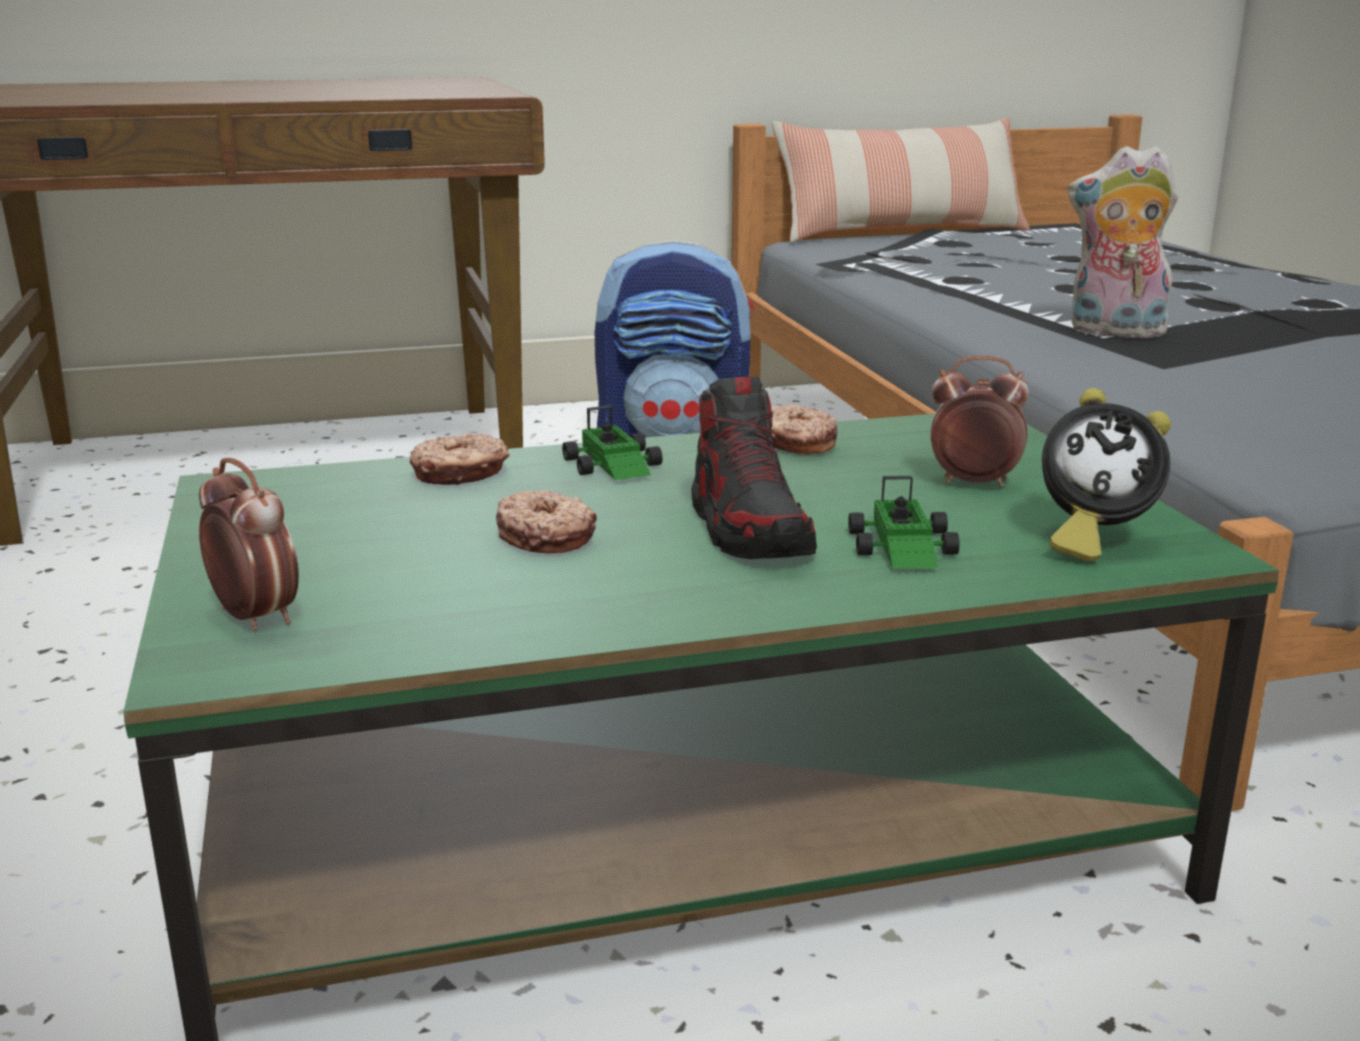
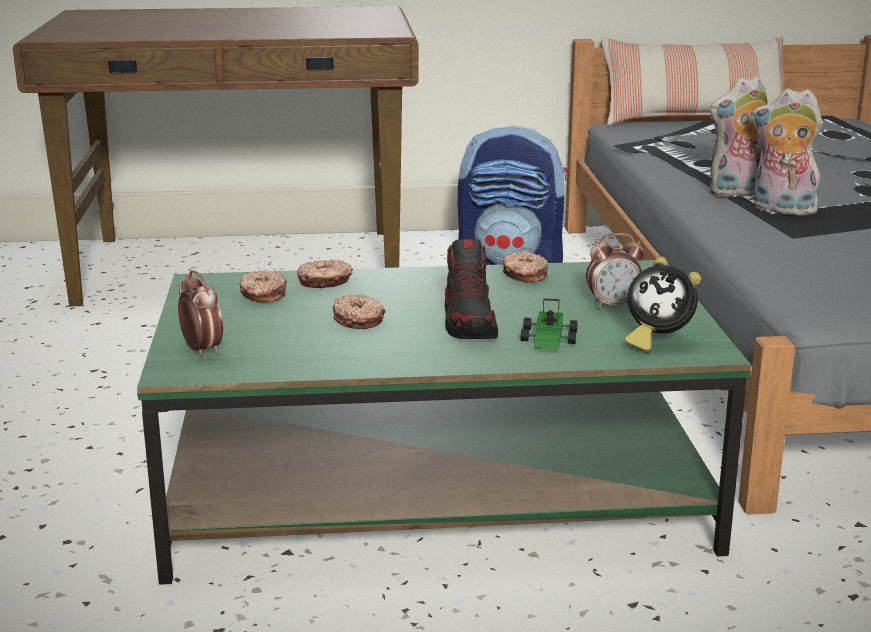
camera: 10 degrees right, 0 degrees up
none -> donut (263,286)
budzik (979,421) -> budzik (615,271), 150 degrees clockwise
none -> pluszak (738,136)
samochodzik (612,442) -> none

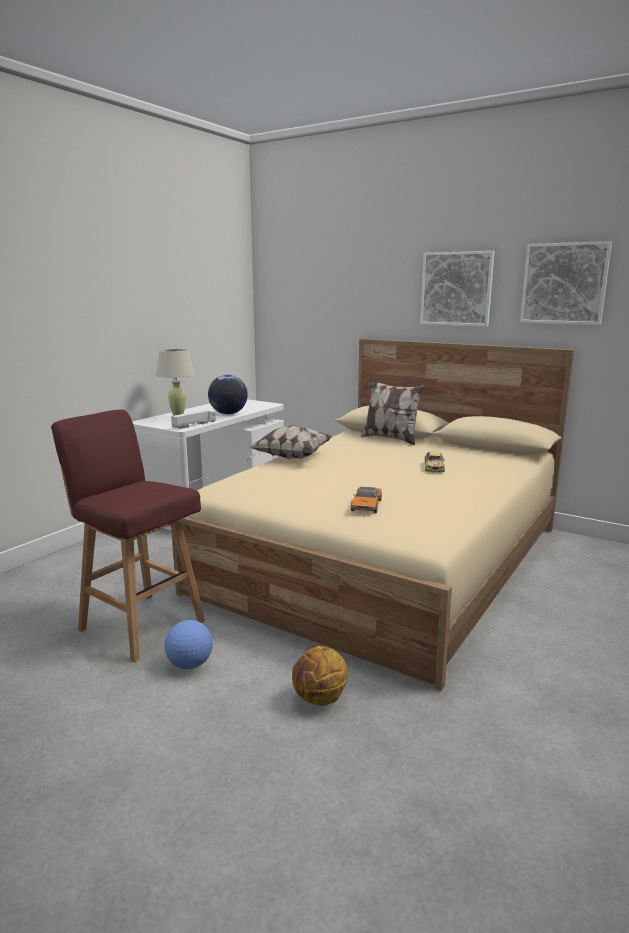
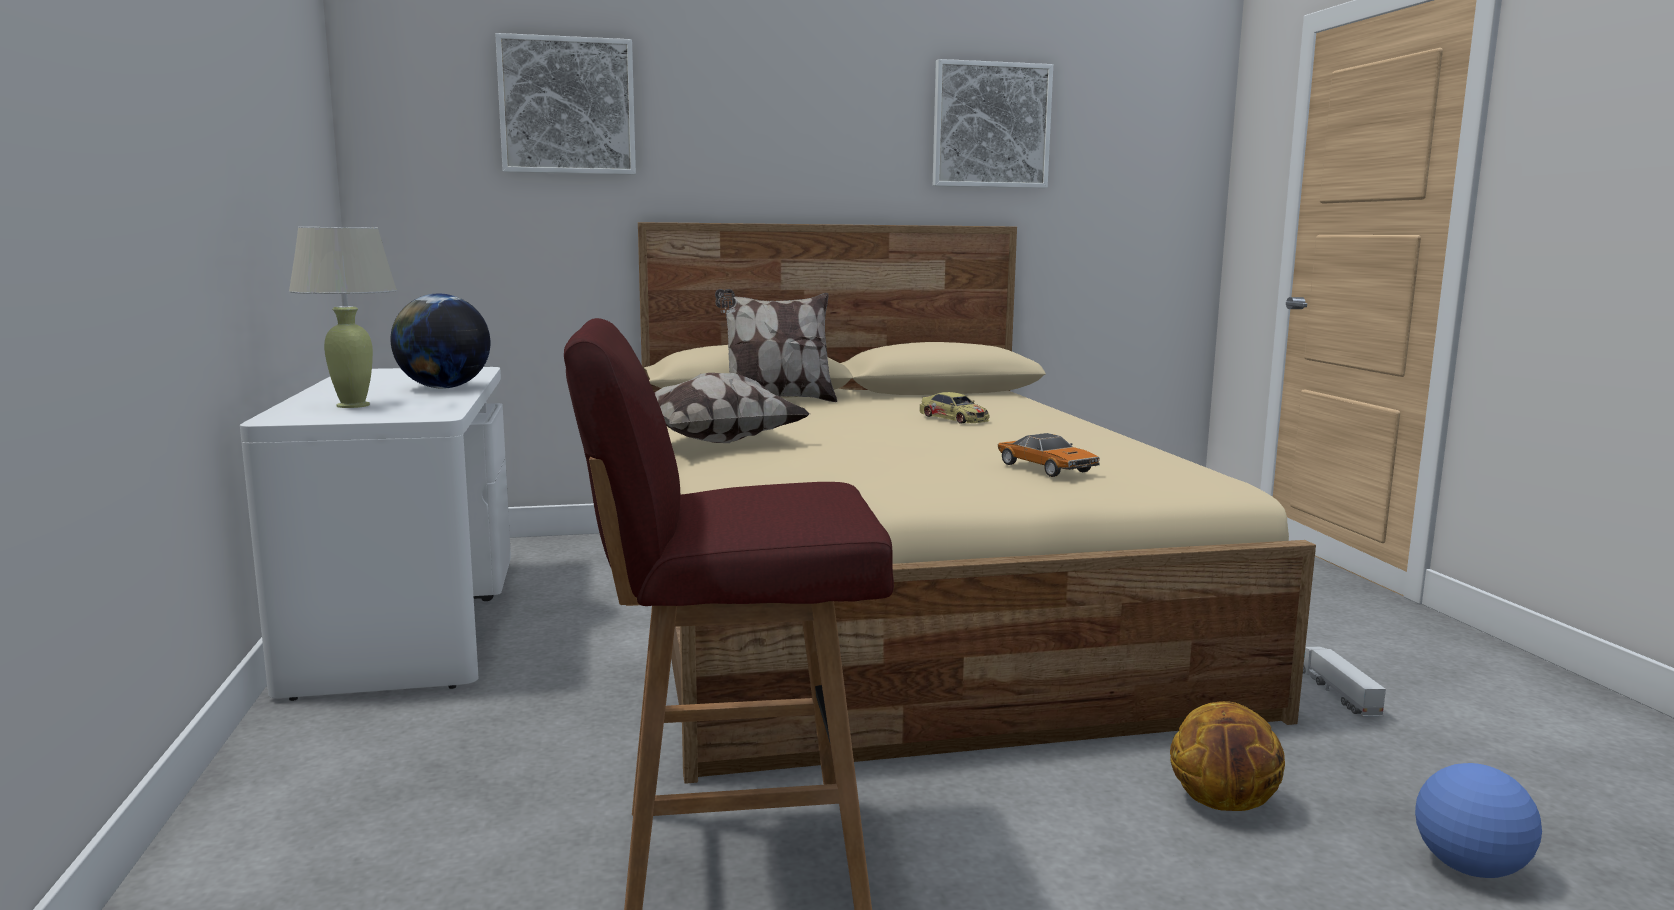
camera: 45 degrees left, 5 degrees down
obraz (457,289) -> obraz (565,104), relocated
ciężarówka zabawkowa (193,419) -> ciężarówka zabawkowa (1344,682), relocated
piłka futbolowa (189,644) -> piłka futbolowa (1478,820), relocated

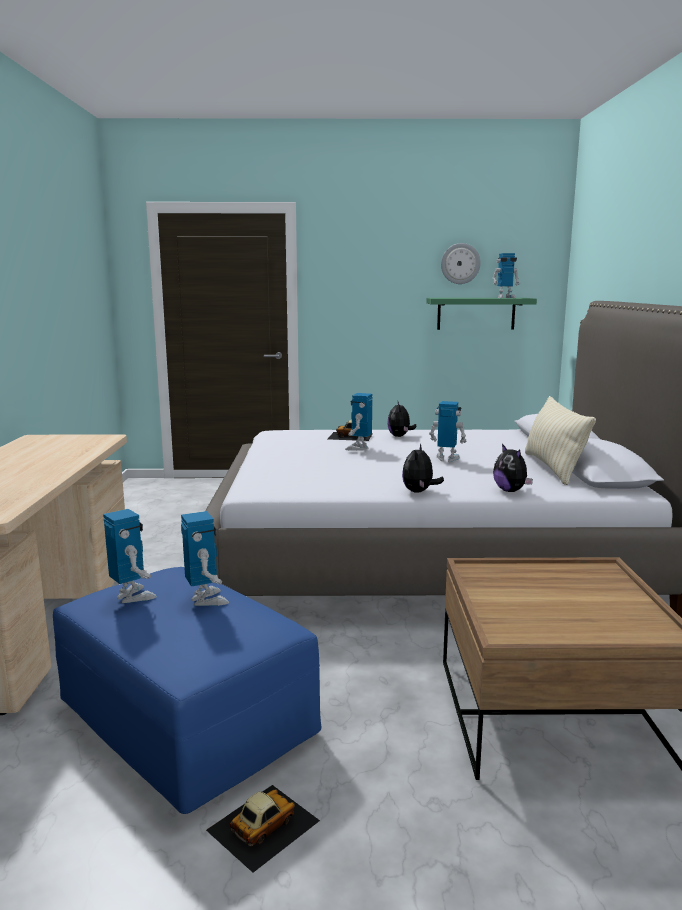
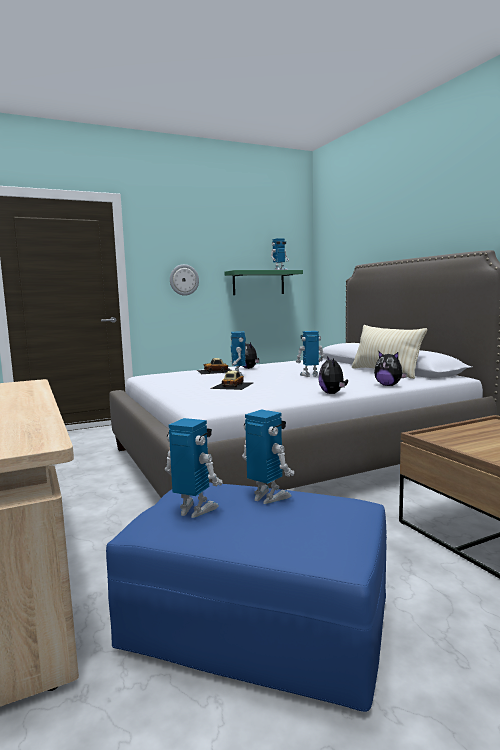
camera: 25 degrees left, 5 degrees down
zegar ścienny (461,263) -> zegar ścienny (184,280), relocated
samochodzik (263,829) -> samochodzik (231,380), relocated

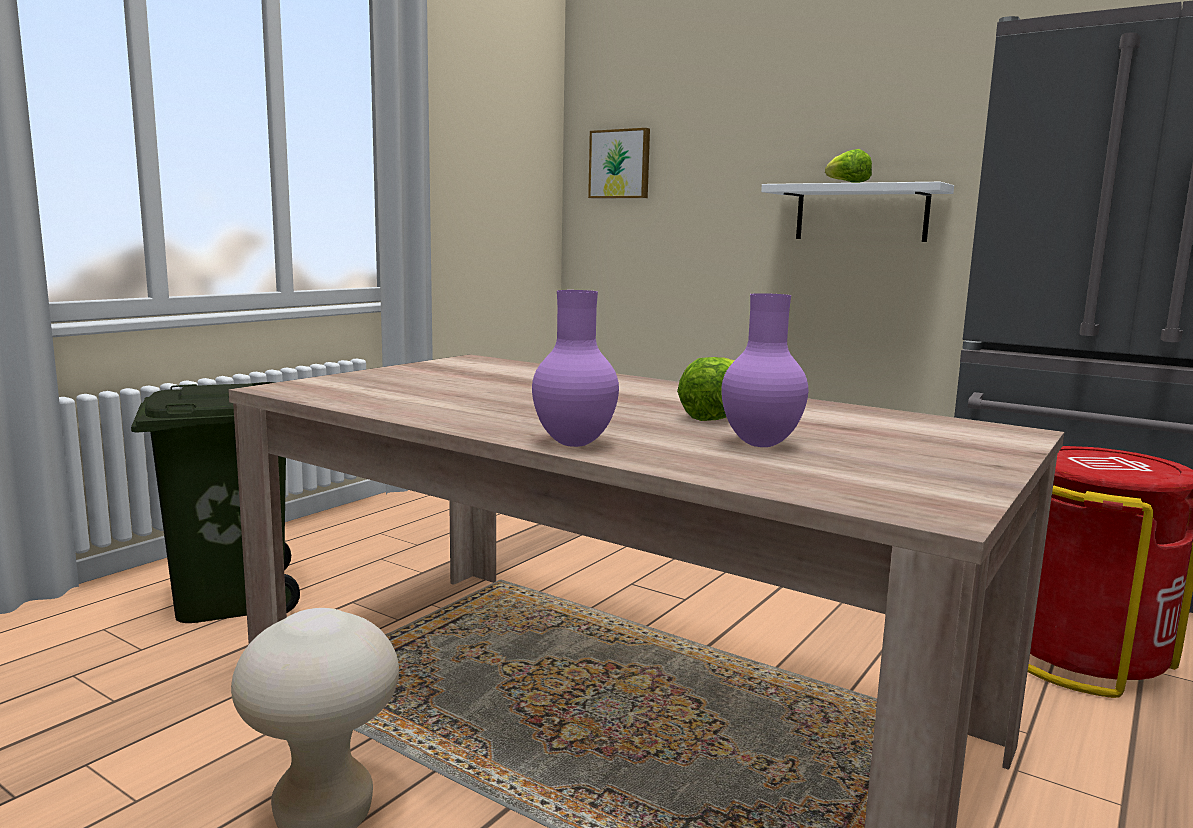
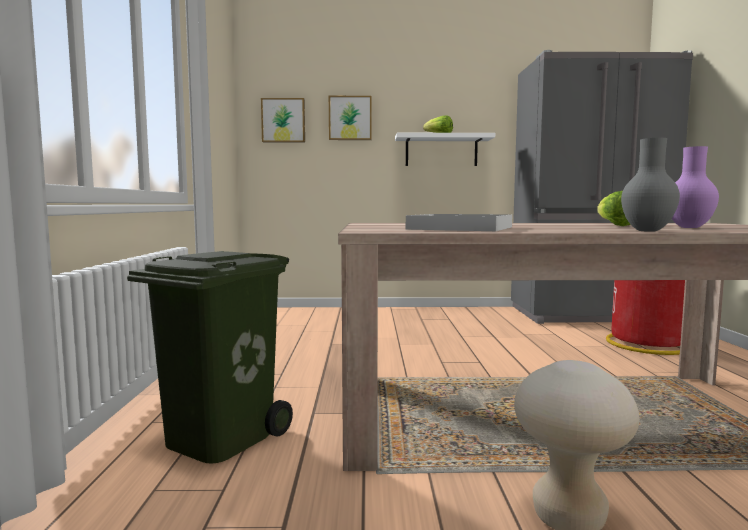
camera: 35 degrees left, 5 degrees down
none -> obraz (350,118)
none -> taca (biały) (459,222)
wazon (fioletowy) (575,368) -> wazon (szary) (650,185)

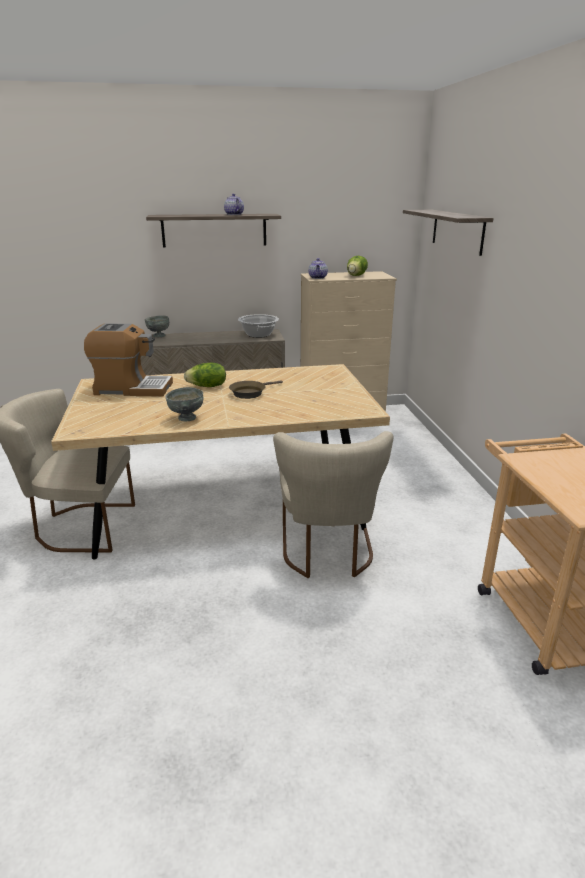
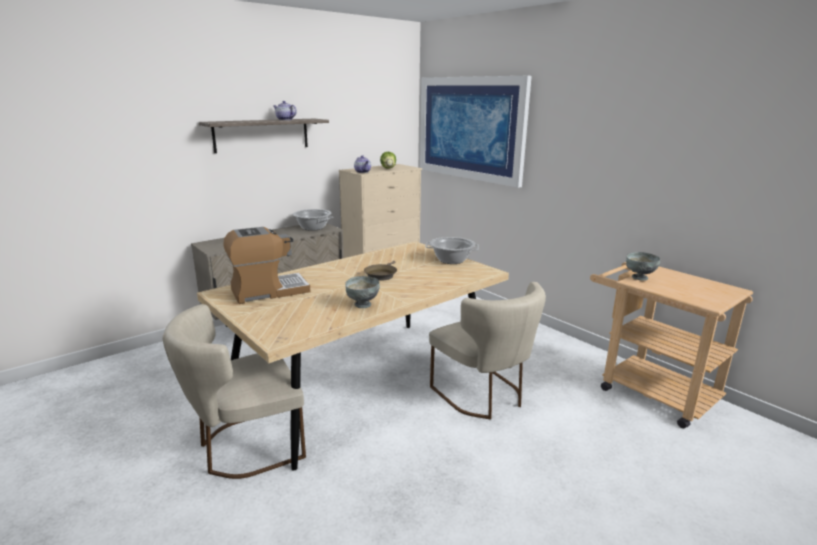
camera: 30 degrees left, 5 degrees down
półka (448,233) -> obraz (476,132)
none -> garnek (452,250)
miska (szary) (157,326) -> miska (szary) (643,266), relocated
sałata (205,375) -> none

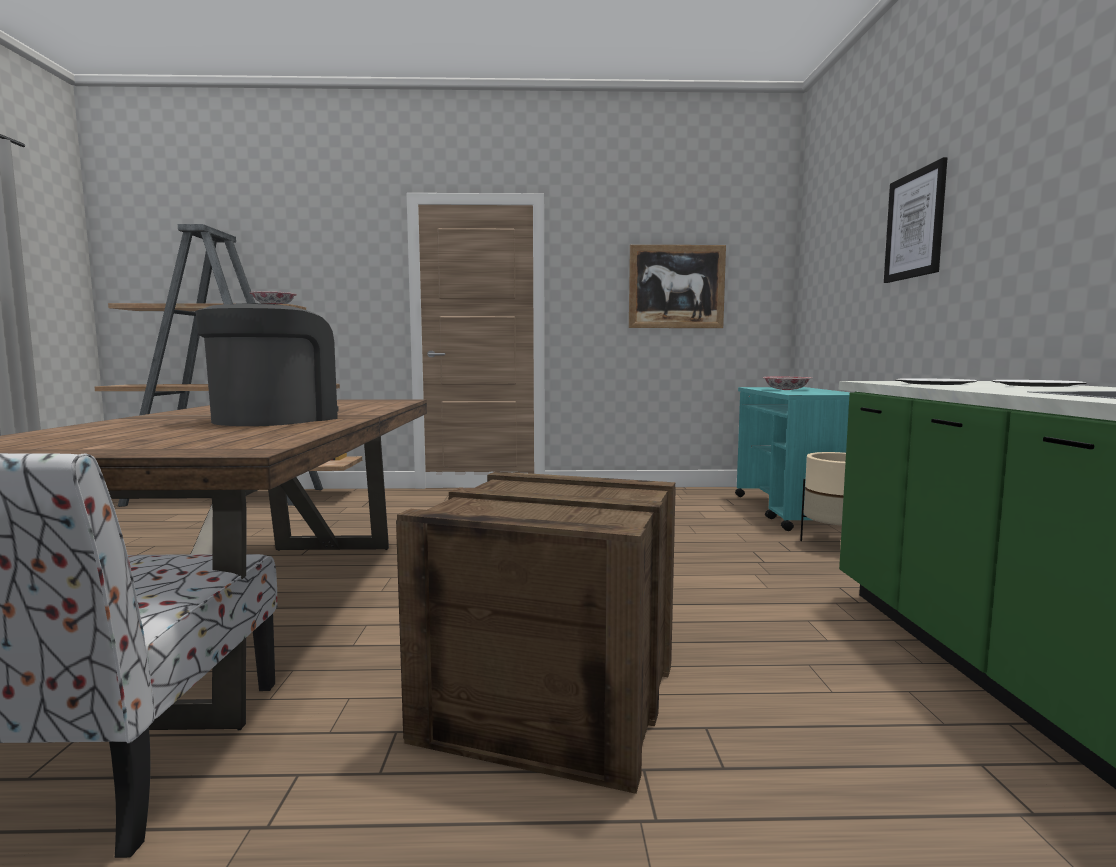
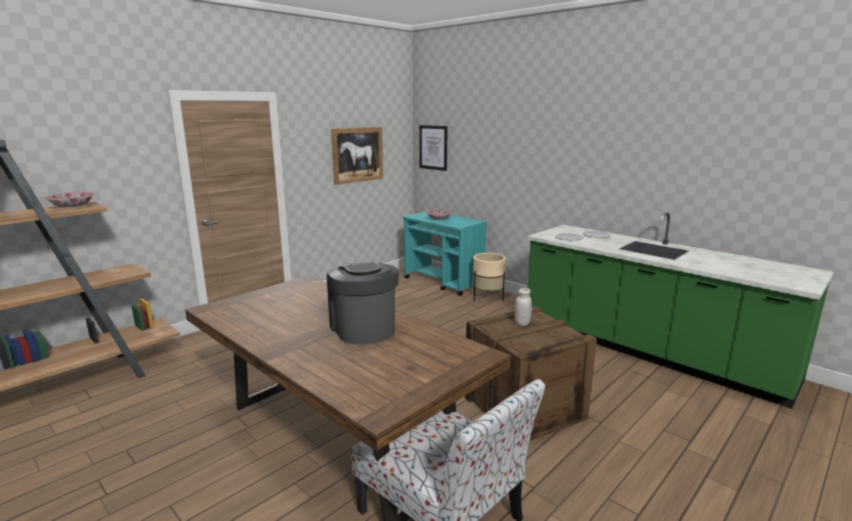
camera: 45 degrees left, 10 degrees up
obraz (915,220) -> obraz (433,148), relocated
none -> słoik (biały) (523,307)

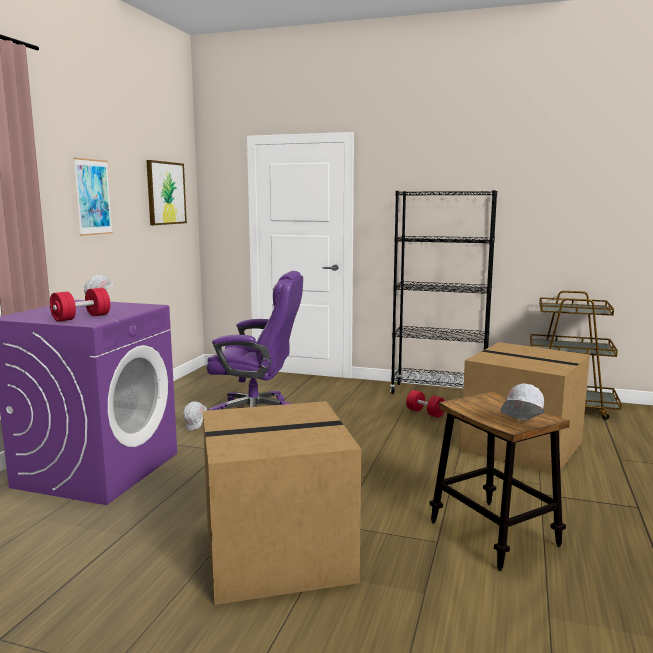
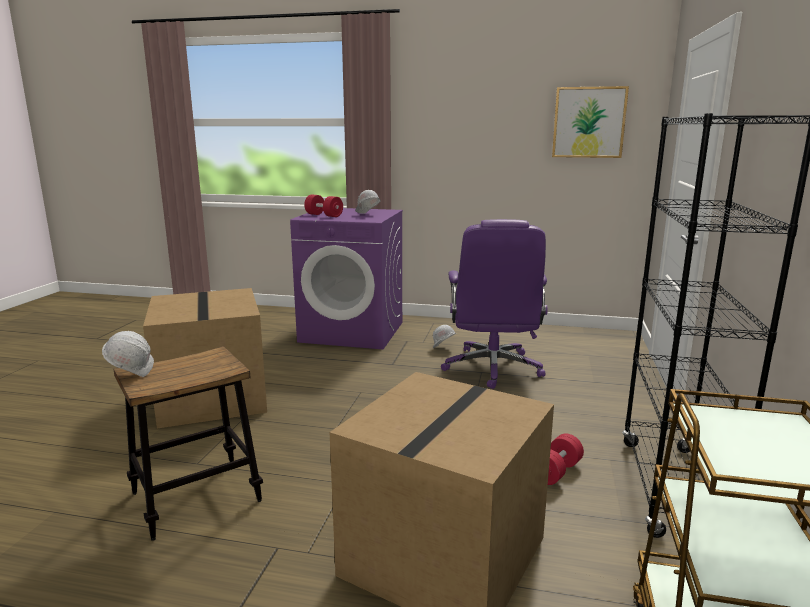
camera: 85 degrees right, 5 degrees up
obraz (93,197) -> none

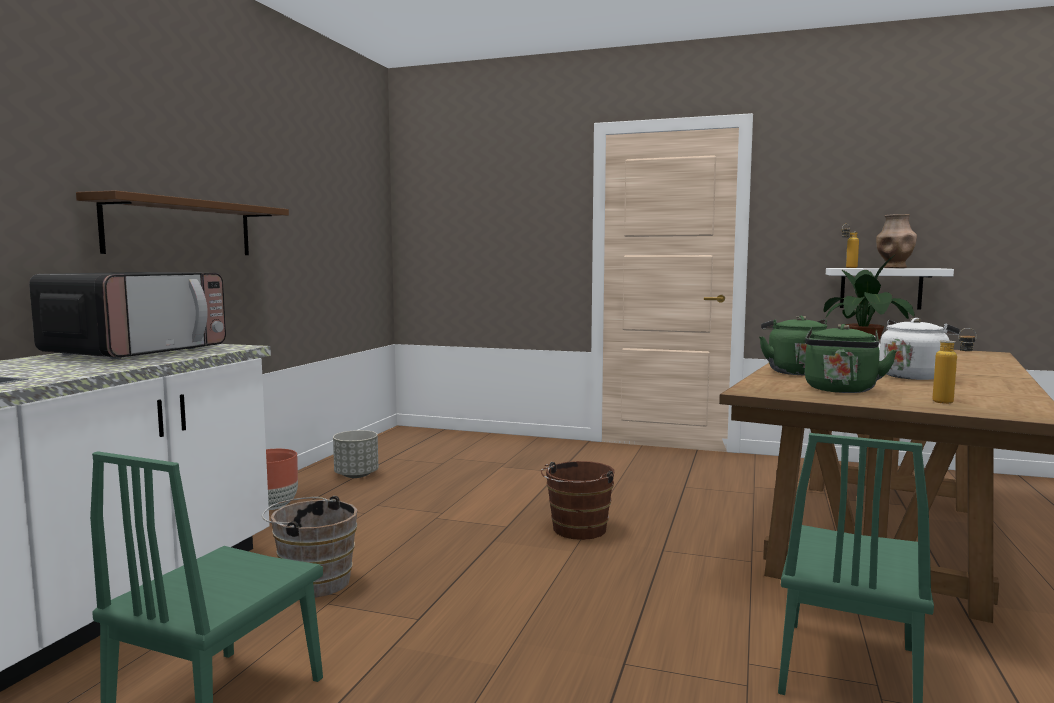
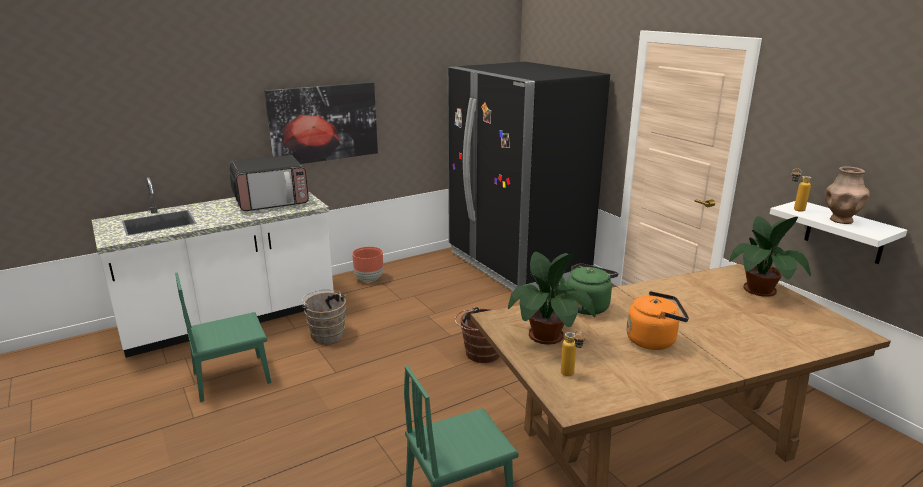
camera: 40 degrees right, 15 degrees up
półka (brązowy) (182,222) -> obraz (321,123)
none -> lodówka (czarny) (528,176)
czajnik (zielony) (851,358) -> roślina doniczkowa (552,298)
czajnik (biały) (917,349) -> czajnik (pomarańczowy) (657,320)
donica (szary) (355,454) -> none

